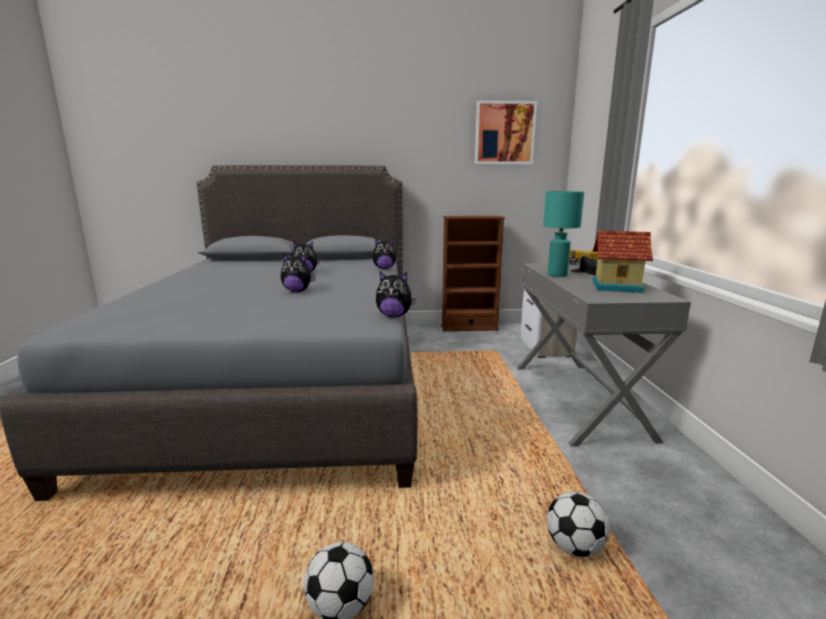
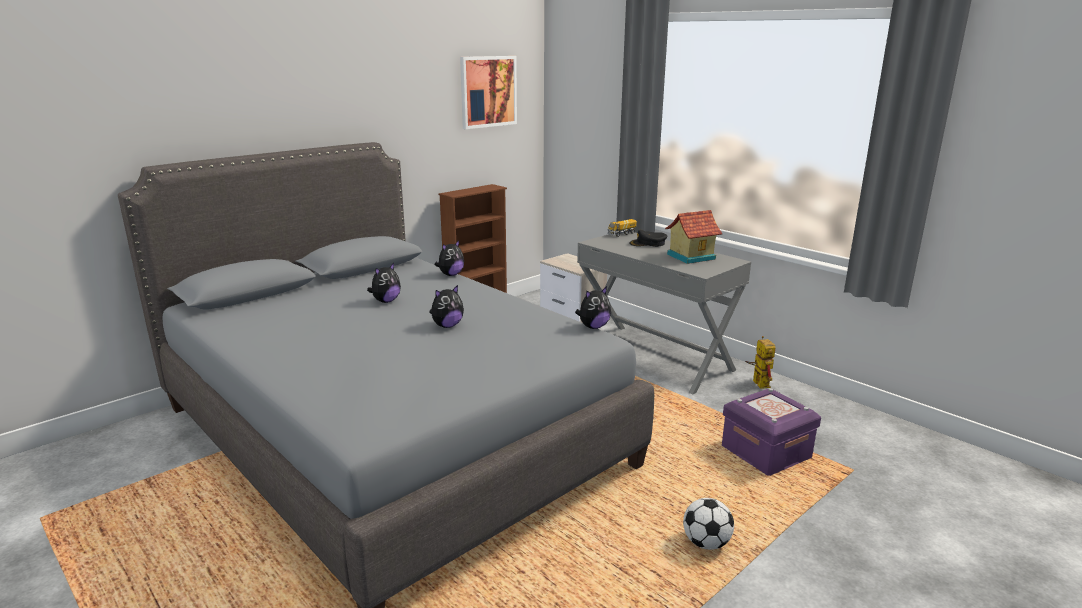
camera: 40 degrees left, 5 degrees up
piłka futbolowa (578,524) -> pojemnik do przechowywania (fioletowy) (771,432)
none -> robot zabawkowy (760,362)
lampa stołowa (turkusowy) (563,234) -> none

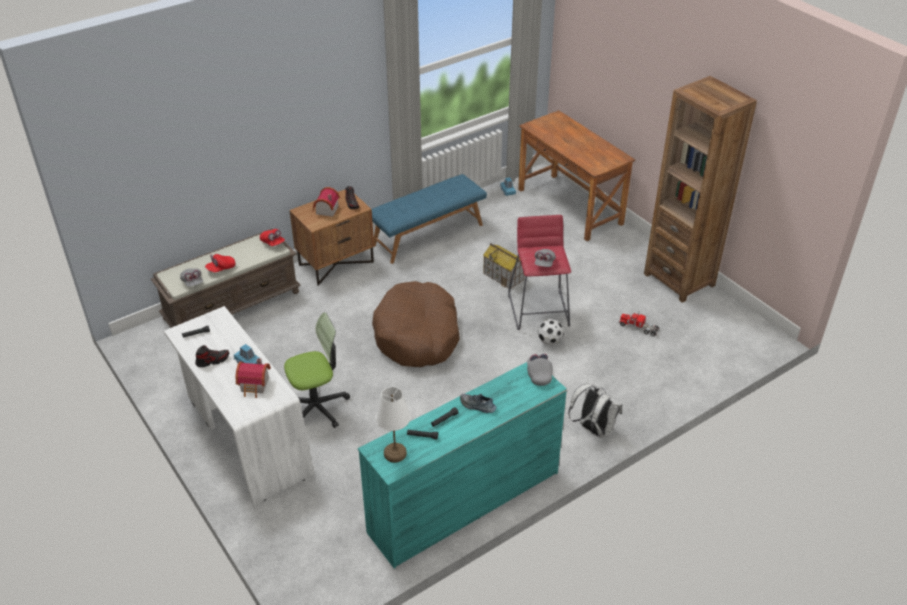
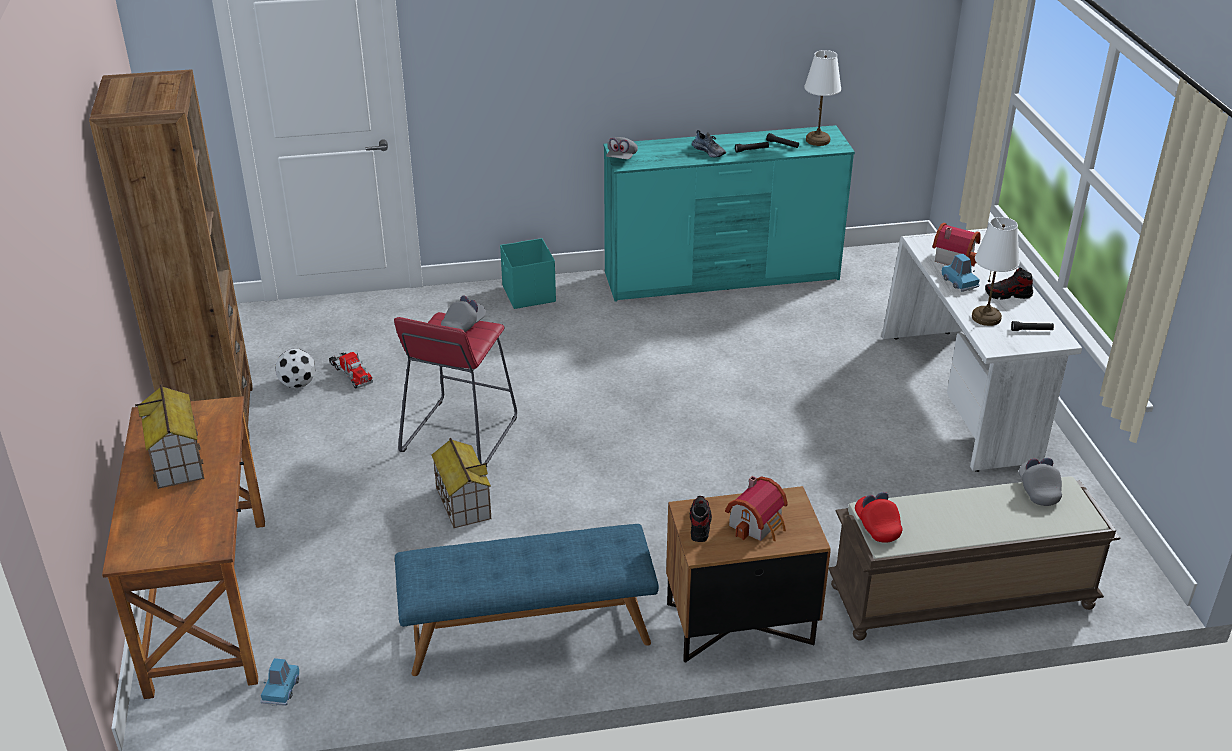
camera: 155 degrees left, 5 degrees down
none -> domek (169,436)
piłka futbolowa (551,332) -> piłka futbolowa (295,368), relocated
plecak (biały) (595,409) -> pojemnik do przechowywania (turkusowy) (528,273)
none -> lampa stołowa (biały) (996,271)
czapka z daszkiem (czerwony) (220,263) -> none
krzesło biurowe (317,370) -> none
legowisko (brązowy) (416,324) -> none

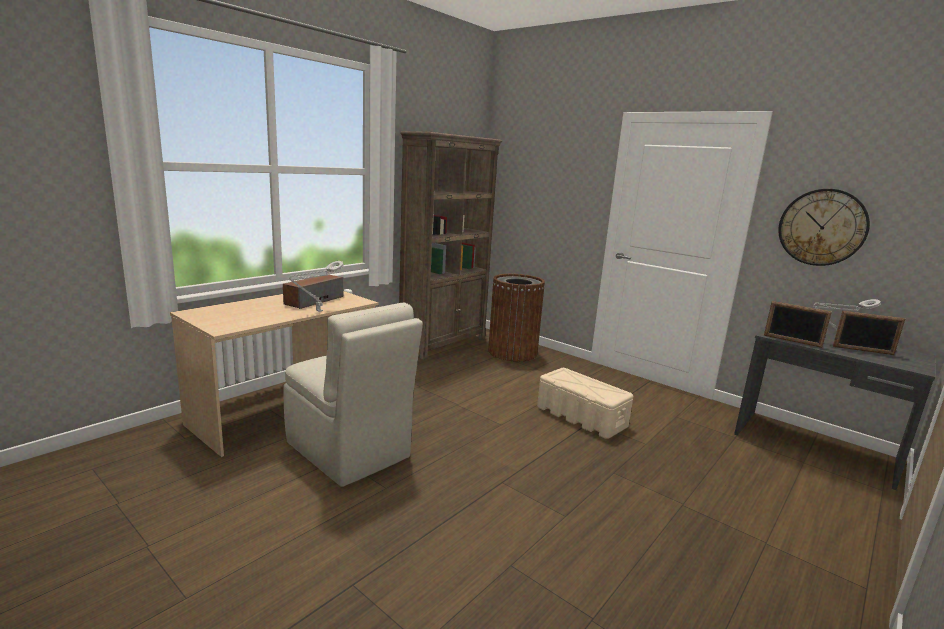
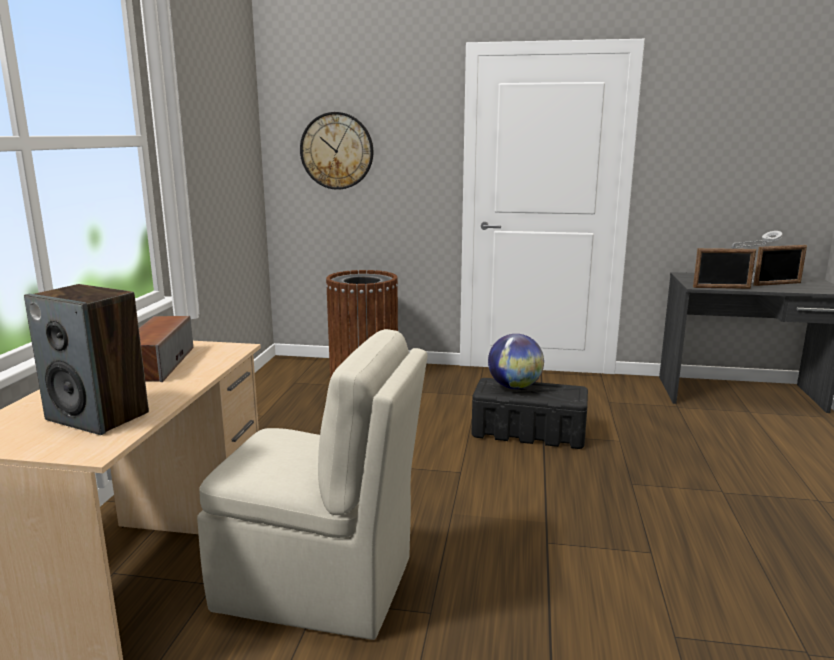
camera: 30 degrees left, 0 degrees up
none -> głośnik (86,359)
zegar ścienny (824,227) -> zegar ścienny (336,151), relocated
pojemnik do przechowywania (beżowy) (585,403) -> pojemnik do przechowywania (czarny) (530,413)
none -> globus (516,361)
lampa stołowa (szary) (316,286) -> none
regał (brązowy) (450,245) -> none

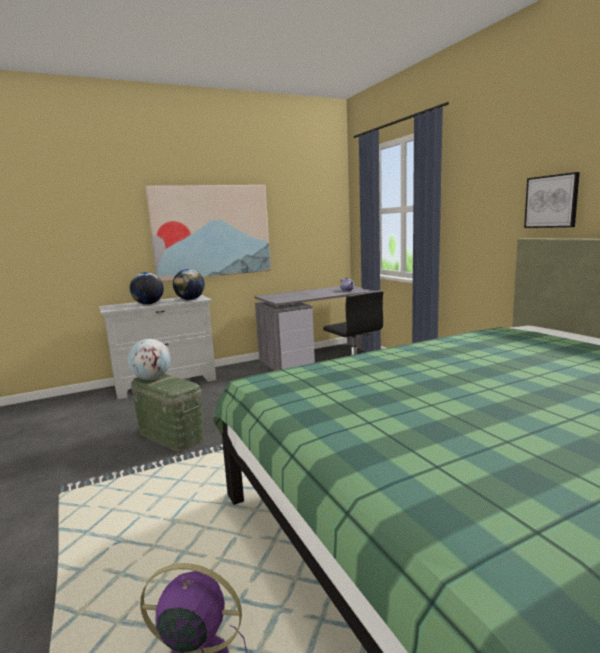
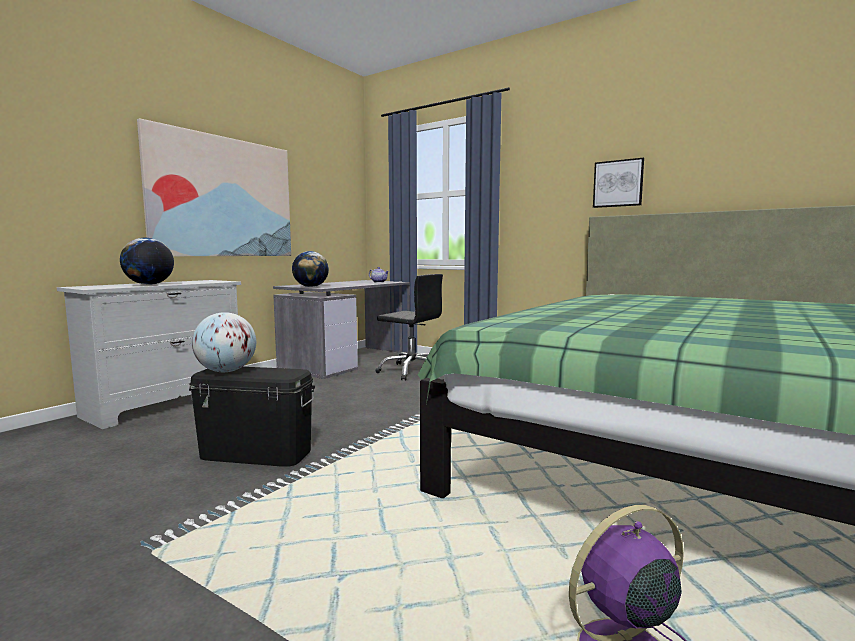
camera: 30 degrees left, 5 degrees down
pojemnik do przechowywania (zielony) (167,413) -> pojemnik do przechowywania (czarny) (252,417)
globus (189,284) -> globus (310,269), relocated

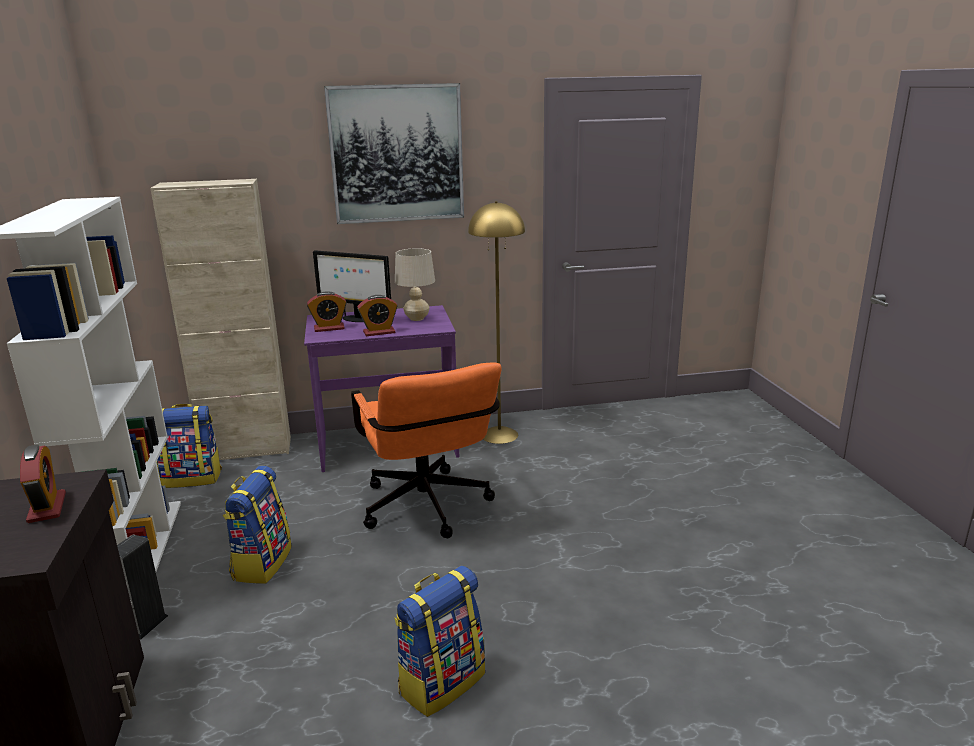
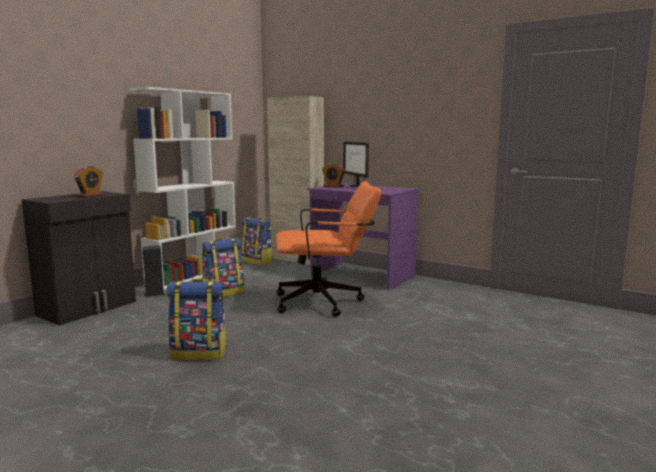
camera: 45 degrees right, 10 degrees down
krzesło biurowe (pomarańczowy) (426,450) -> krzesło biurowe (pomarańczowy) (328,249), 120 degrees counterclockwise
obraz (394,153) -> none
budzik (377,315) -> none
lampa stołowa (beżowy) (415,284) -> none
lampa stojąca (żółty) (496,322) -> none

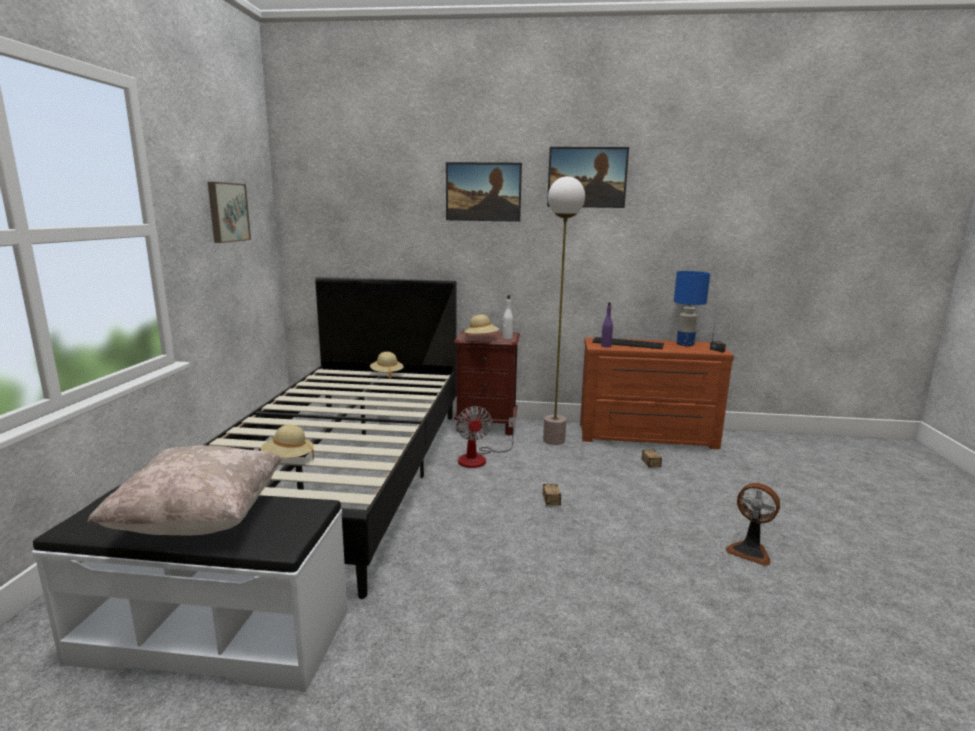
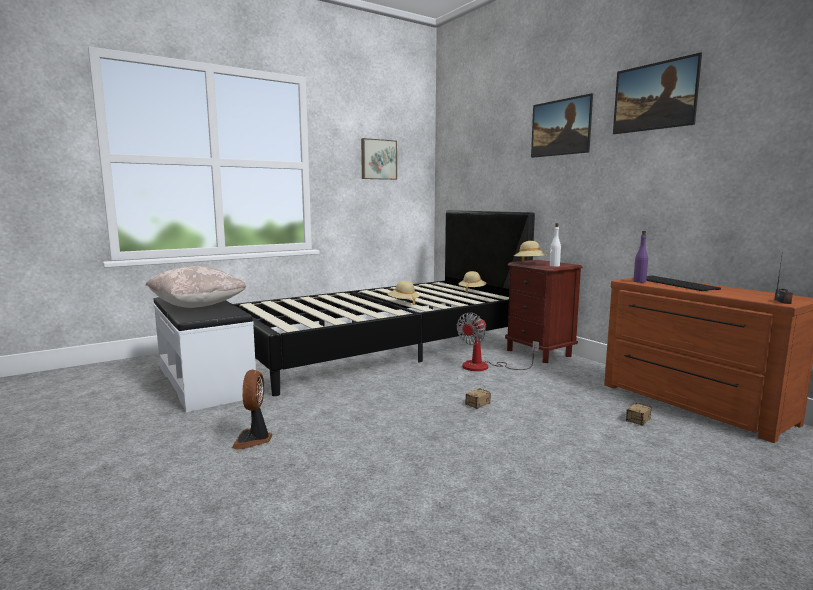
camera: 50 degrees right, 5 degrees down
wentylator (752,524) -> wentylator (252,409), relocated
kapelusz (beżowy) (287,442) -> kapelusz (beżowy) (404,293), relocated
lampa stojąca (564,310) -> none
lampa stołowa (niebieski) (692,308) -> none

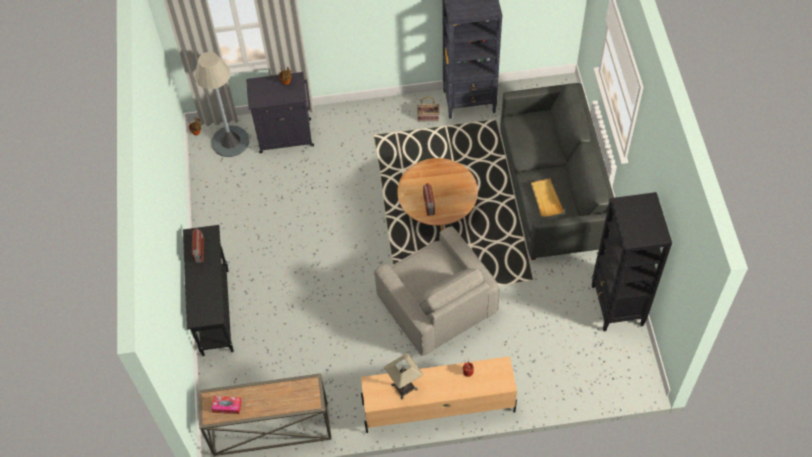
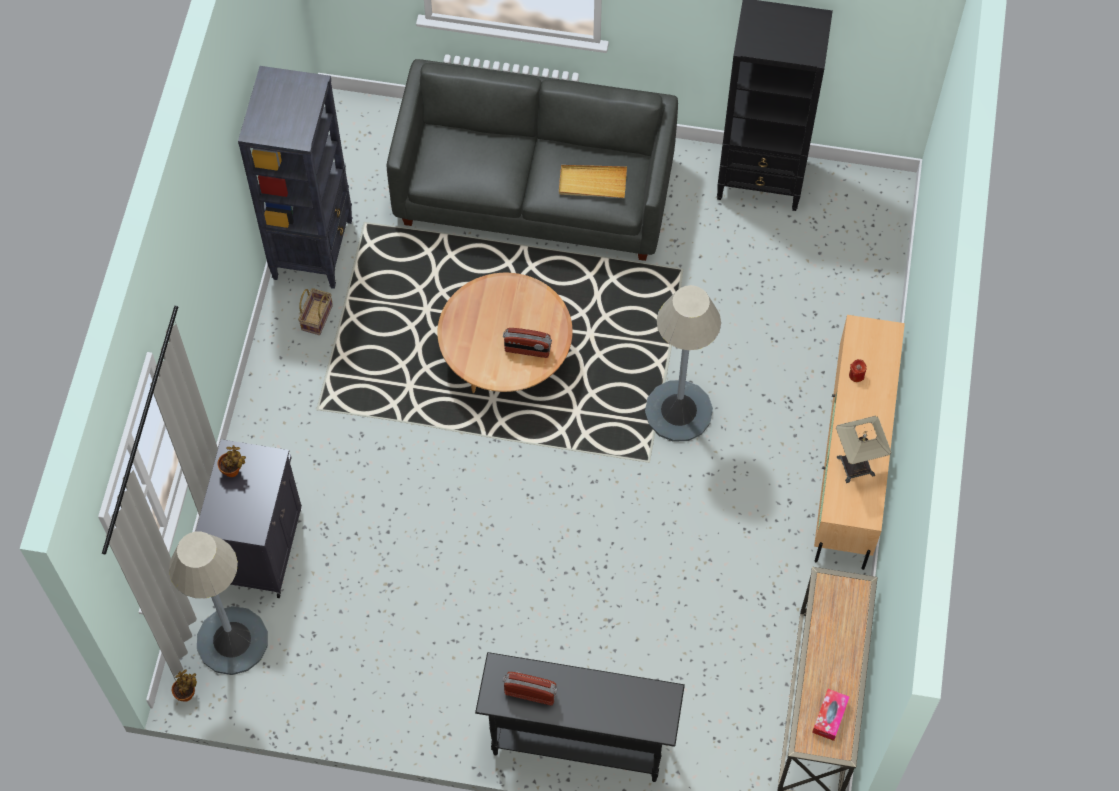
camera: 75 degrees left, 5 degrees up
fotel (szary) (437,291) -> lampa stojąca (szary) (683,363)

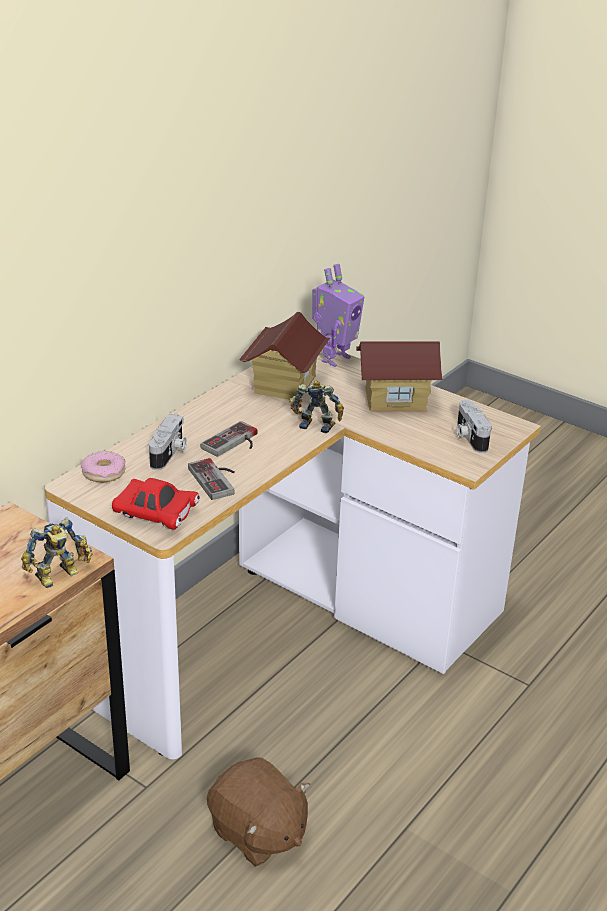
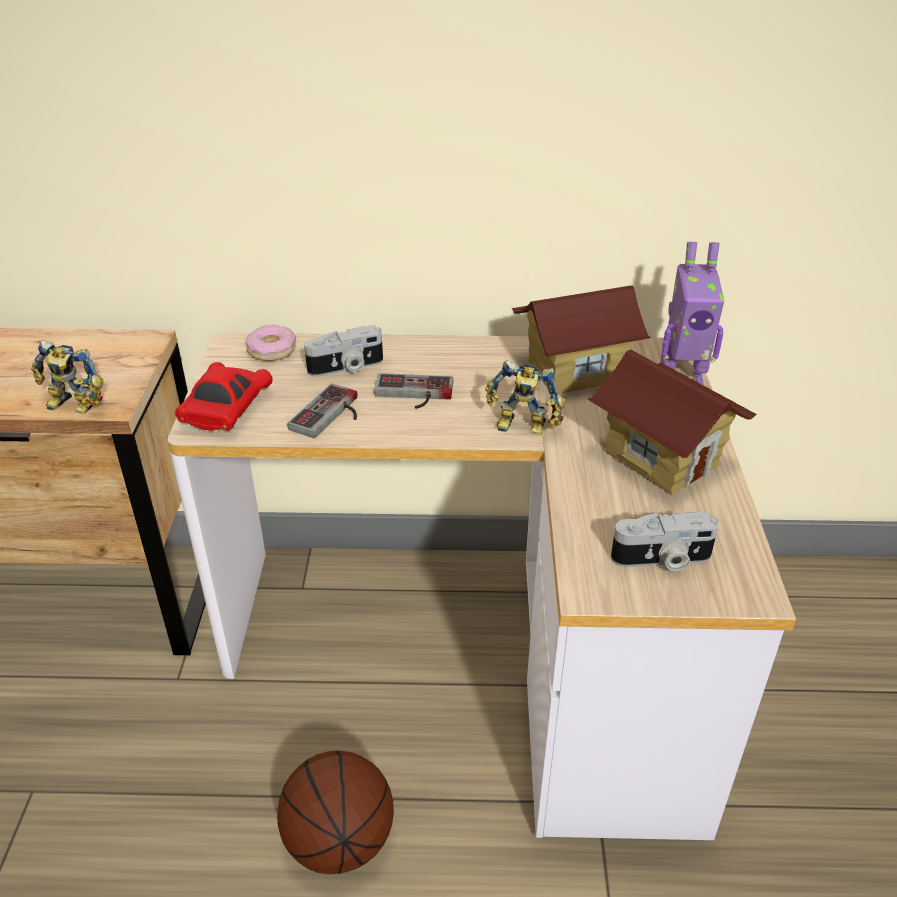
camera: 55 degrees right, 5 degrees up
samochodzik (czerwony) (156,504) -> samochodzik (czerwony) (224,396), 150 degrees counterclockwise
none -> piłka do koszykówki (335,812)
robot zabawkowy (316,407) -> robot zabawkowy (525,397), 120 degrees clockwise
aparat fotograficzny (474,426) -> aparat fotograficzny (665,541), 135 degrees counterclockwise
pluszak (brązowy) (258,812) -> none

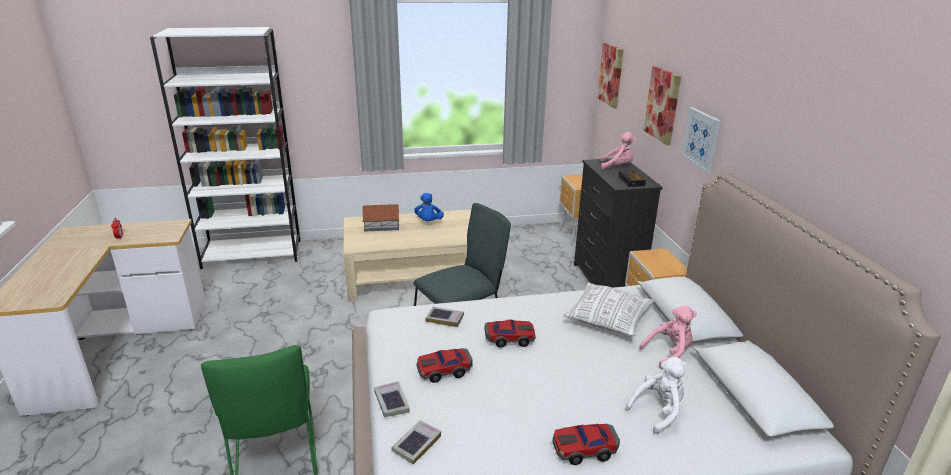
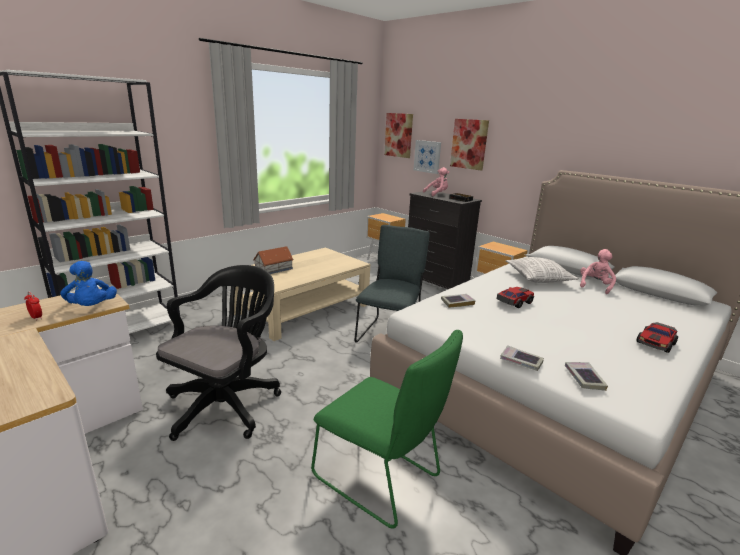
camera: 35 degrees left, 5 degrees down
pluszak (niebieski) (429,207) -> pluszak (niebieski) (88,283), relocated
none -> krzesło biurowe (czarny) (218,353)
obraz (701,140) -> obraz (427,157), relocated
samochodzik (445,365) -> none
pluszak (biały) (656,395) -> none

